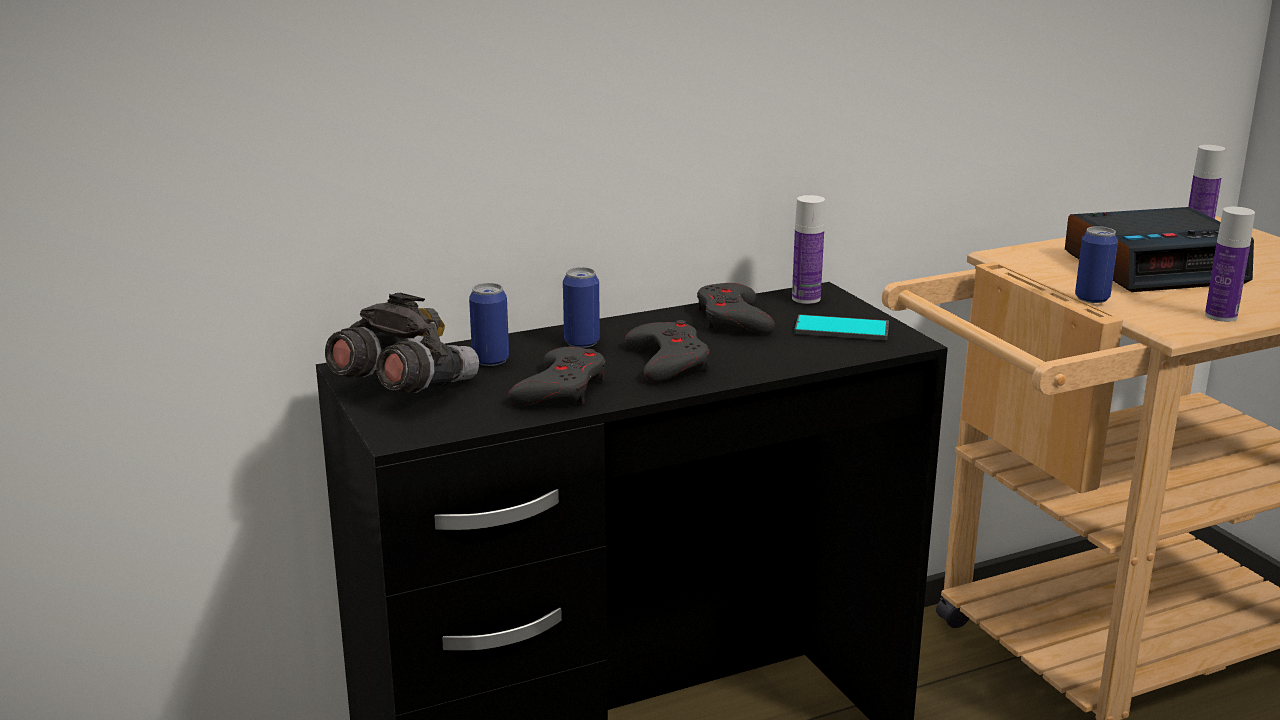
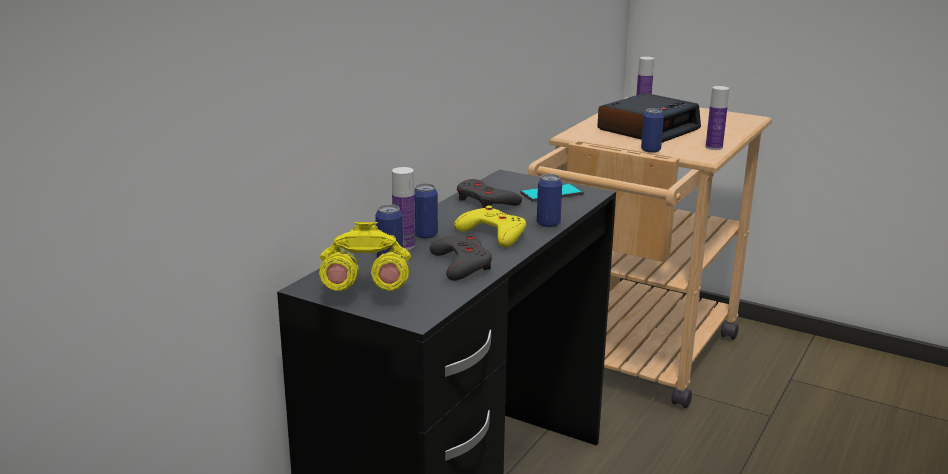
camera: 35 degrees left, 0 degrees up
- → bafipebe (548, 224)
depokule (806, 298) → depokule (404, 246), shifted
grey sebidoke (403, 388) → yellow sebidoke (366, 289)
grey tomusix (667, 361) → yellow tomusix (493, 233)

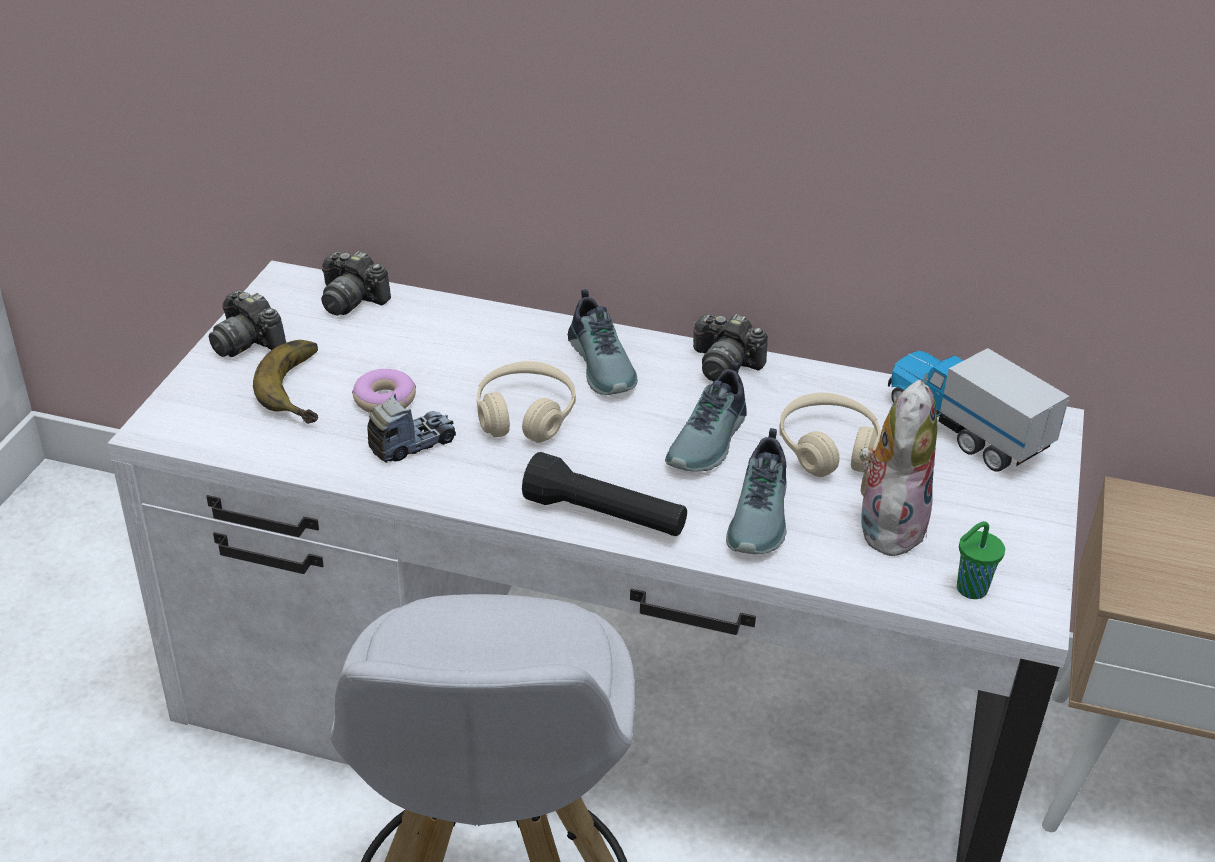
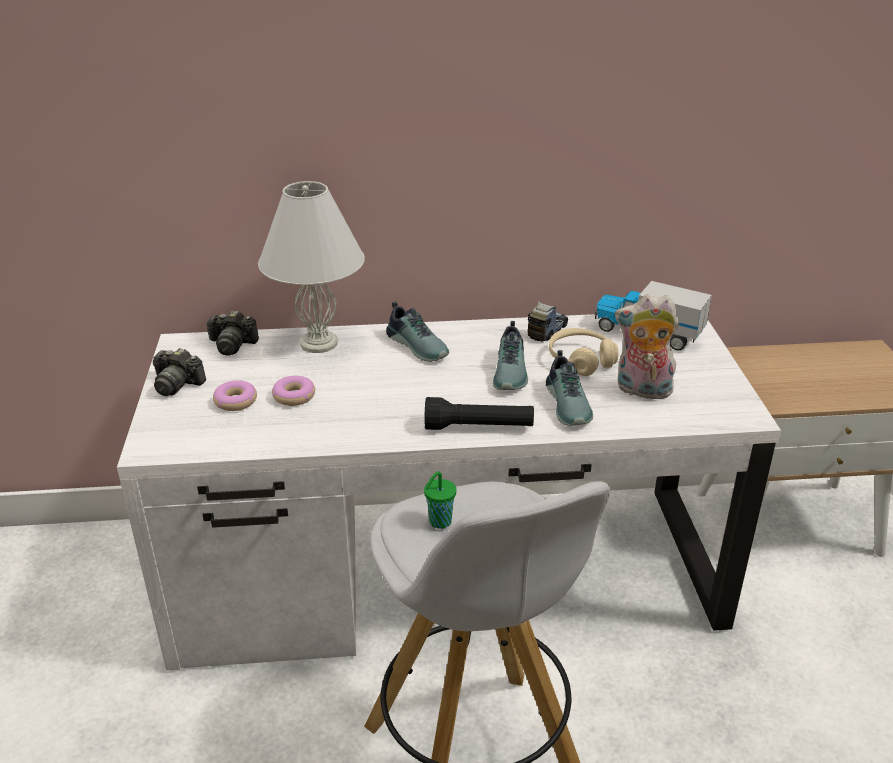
camera: 20 degrees left, 5 degrees down
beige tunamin (525, 415) → -
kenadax (724, 365) → -
- → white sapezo (319, 343)
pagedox (412, 443) → pagedox (547, 331), shifted
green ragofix (969, 589) → green ragofix (439, 522), shifted
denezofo (305, 387) → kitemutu (236, 401)
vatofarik (888, 524) → vatofarik (641, 391), 75 degrees counterclockwise

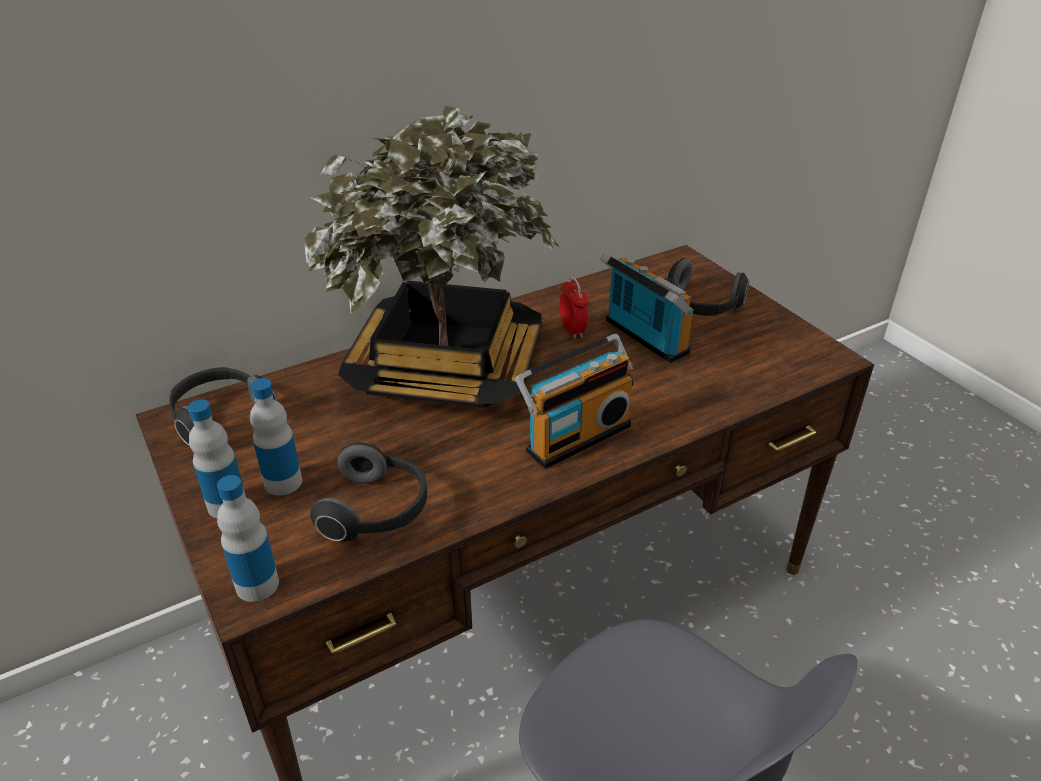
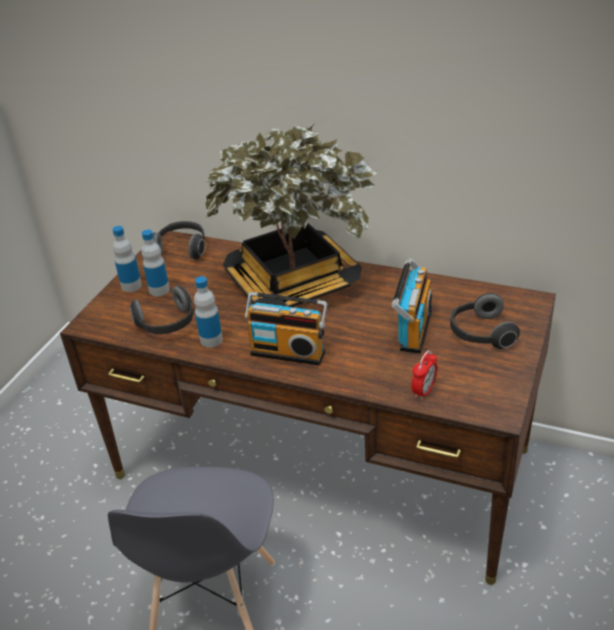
camera: 55 degrees right, 0 degrees up
depokule (257, 584) → depokule (211, 340), shifted
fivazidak (572, 330) → fivazidak (424, 391), shifted

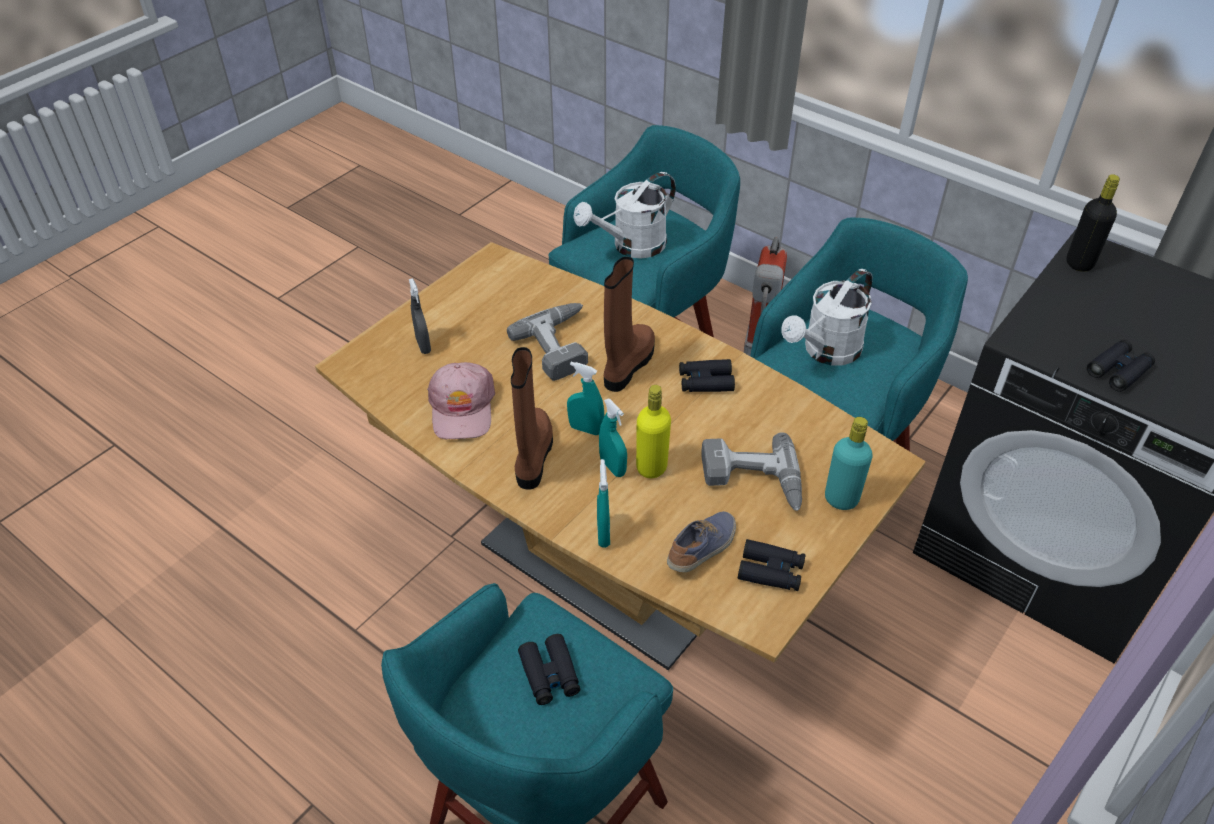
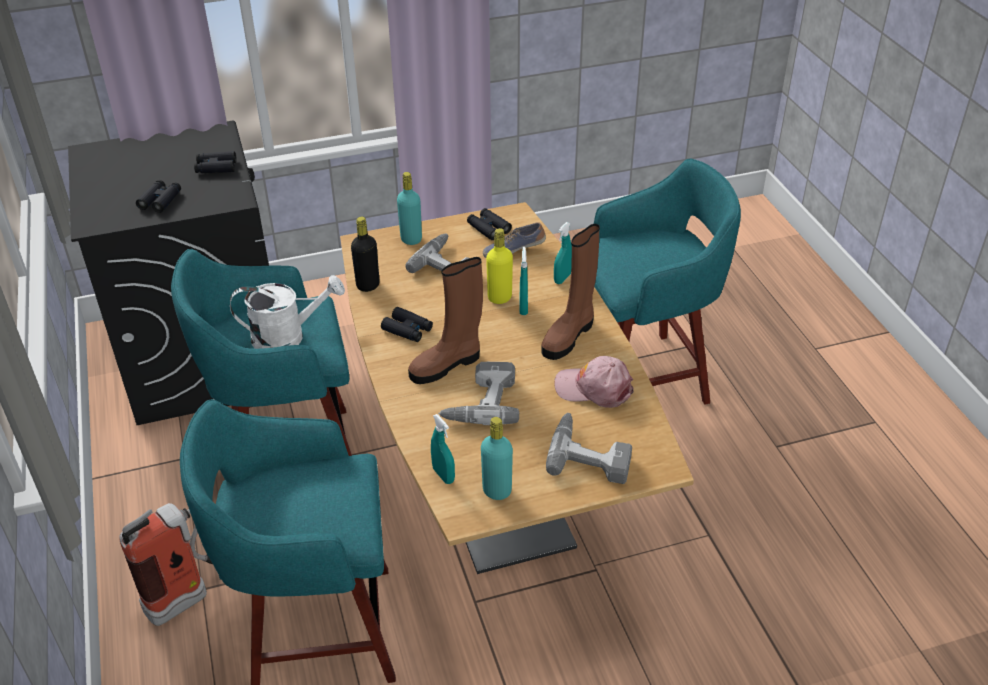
camera: 145 degrees left, 5 degrees down
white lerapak (631, 247) → -
- → turquoise depokule (497, 490)
black sebidoke (550, 674) → black sebidoke (160, 200), shifted
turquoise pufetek (586, 429) → turquoise pufetek (443, 475), shifted
black depokule (1079, 263) → black depokule (368, 285), shifted
grey pufetek (423, 345) → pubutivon (590, 454)
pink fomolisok (462, 408) → pink fomolisok (594, 388), 105 degrees counterclockwise

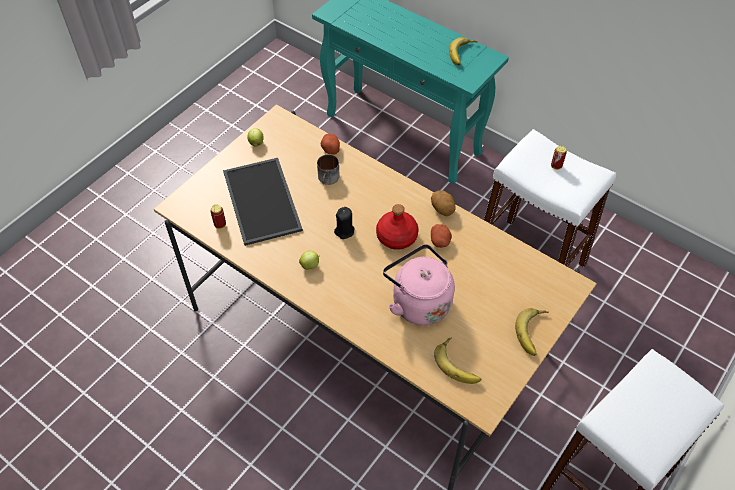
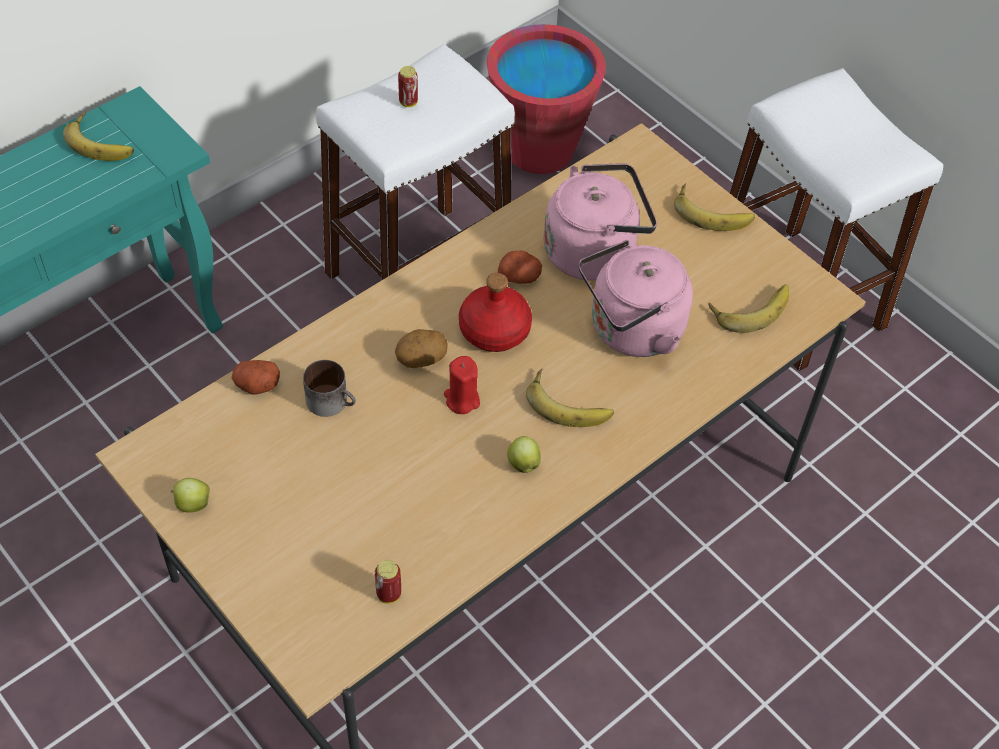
camera: 80 degrees left, 0 degrees up
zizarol (263, 201) → -
- → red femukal (539, 149)
- → denezofo (569, 402)
- → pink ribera (594, 251)
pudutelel (442, 209) → pudutelel (421, 359), shifted
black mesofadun (344, 231) → red mesofadun (462, 399)

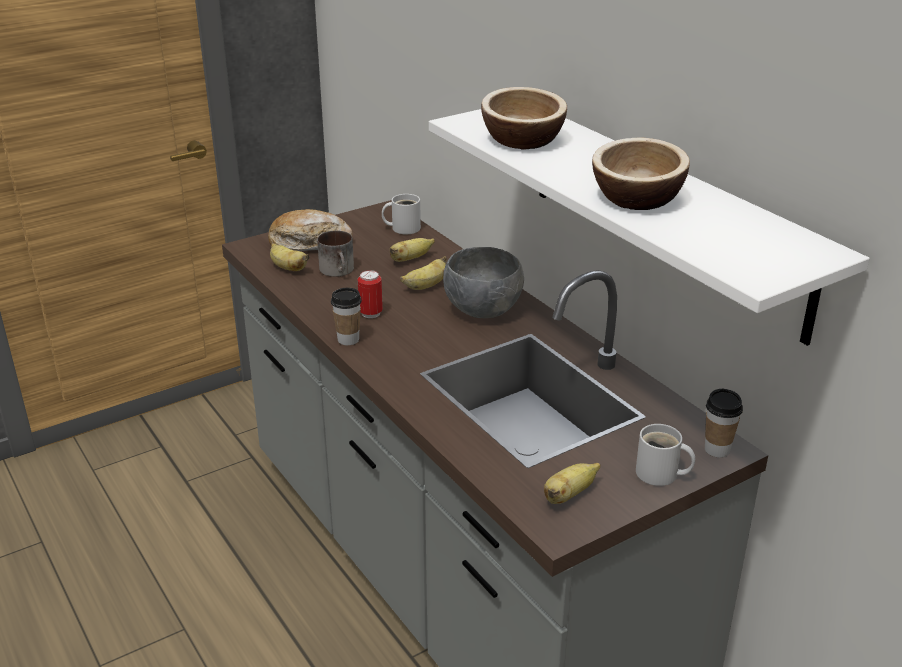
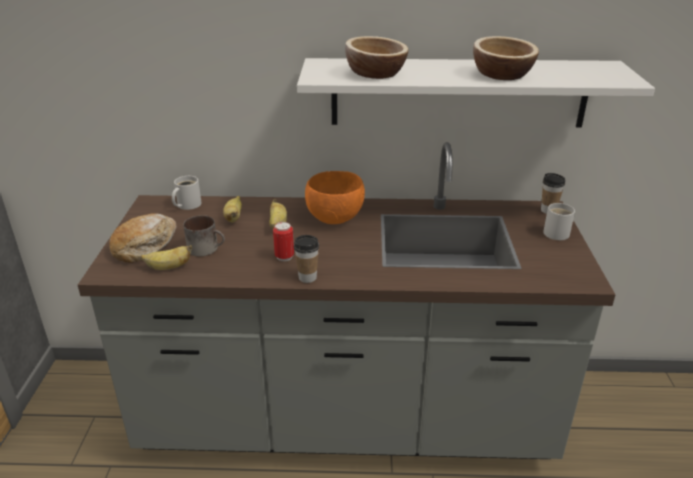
camera: 55 degrees left, 0 degrees up
denezofo (569, 495) → -
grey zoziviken (482, 310) → orange zoziviken (334, 218)

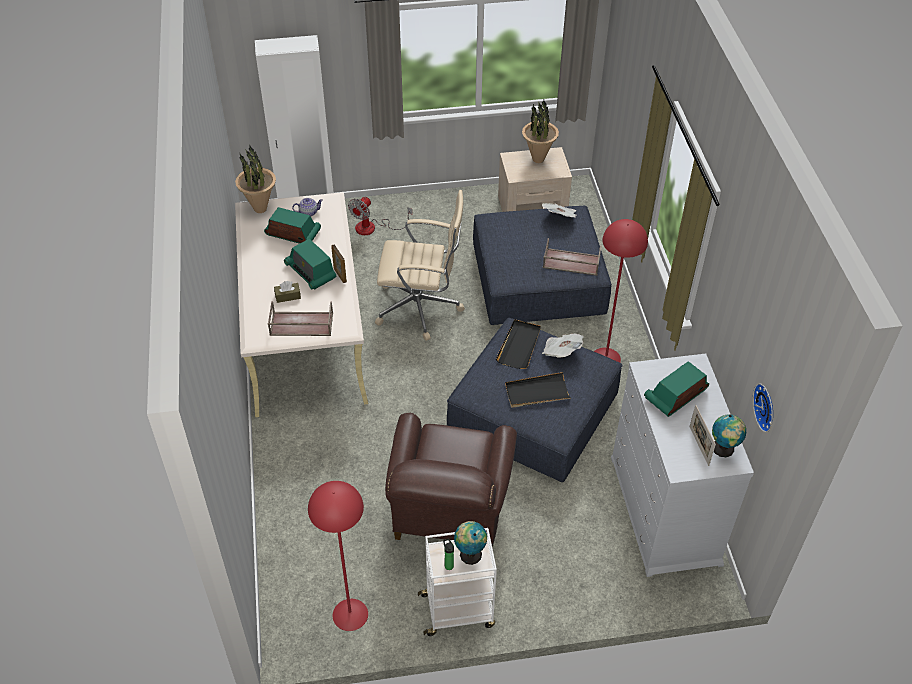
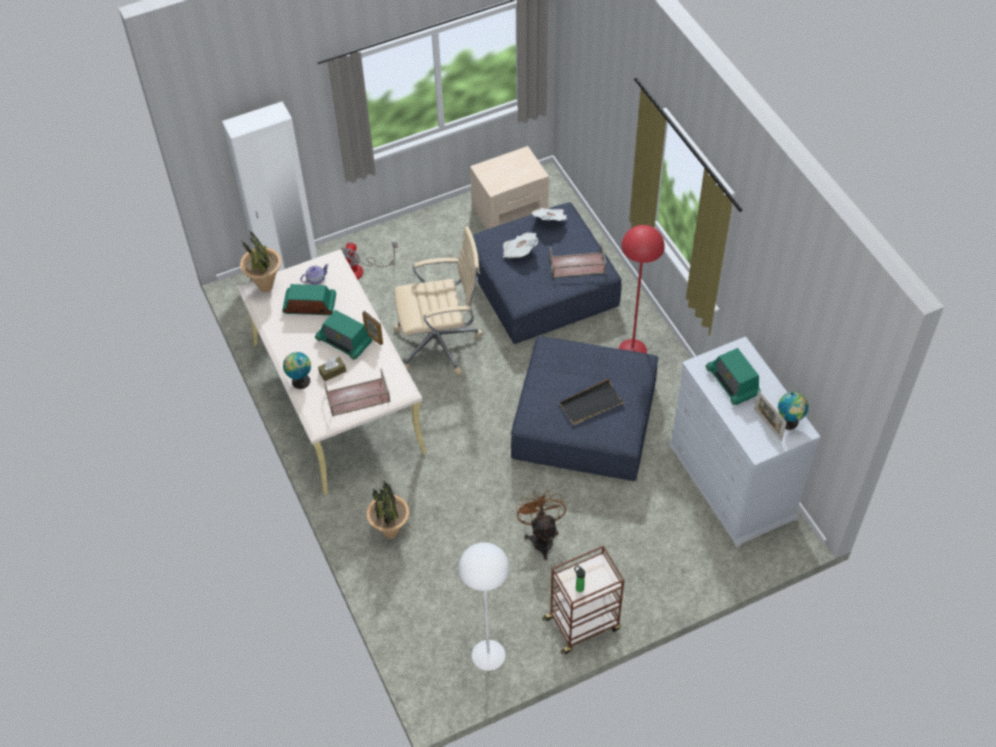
camera: 15 degrees left, 5 degrees up
black zizarol (519, 345) → -
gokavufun (766, 407) → -
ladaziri (469, 553) → ladaziri (300, 380), shifted
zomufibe (538, 159) → zomufibe (391, 533), shifted
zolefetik (561, 352) → zolefetik (519, 252), shifted
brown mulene (448, 513) → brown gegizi (541, 537)
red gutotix (350, 615) → white gutotix (488, 655)
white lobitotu (458, 610) → brown lobitotu (583, 623)
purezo (675, 395) → purezo (732, 382), 60 degrees counterclockwise

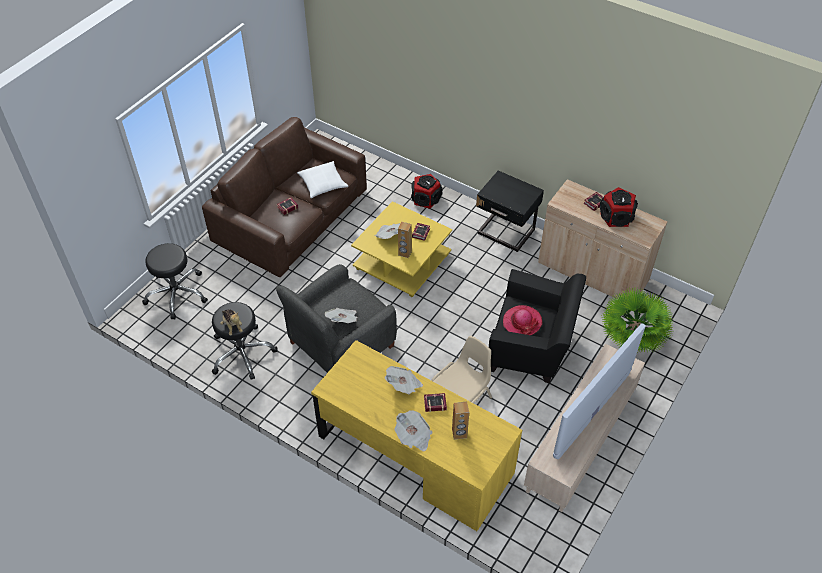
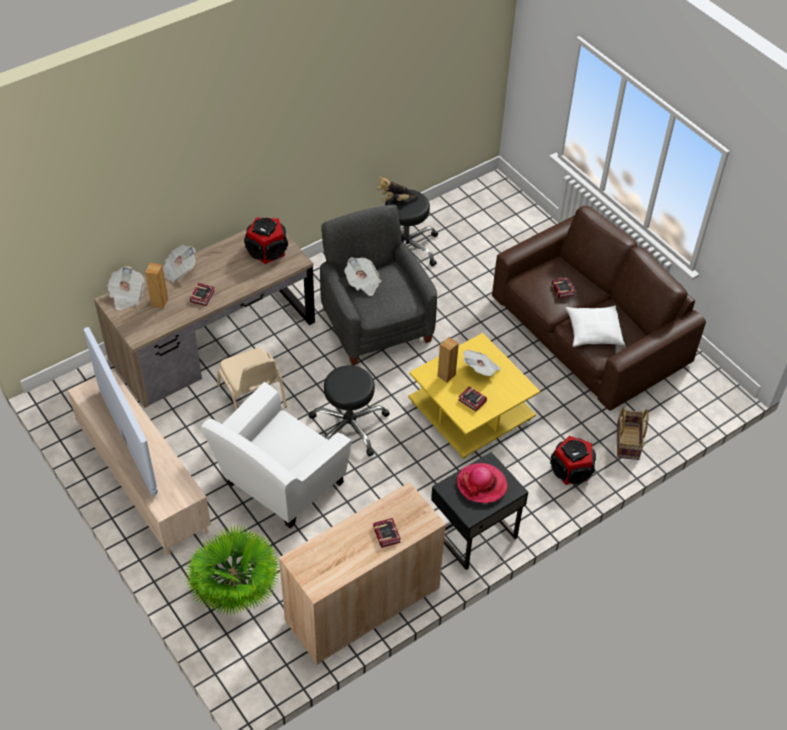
camera: 110 degrees right, 0 degrees up
- → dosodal (628, 442)
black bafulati (176, 294) → black bafulati (348, 426), shifted
zolefetik (404, 385) → zolefetik (126, 296), shifted
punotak (522, 322) → punotak (481, 484), shifted
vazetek (616, 217) → vazetek (267, 251), shifted
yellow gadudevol (414, 455) → brown gadudevol (213, 340)
black mulene (531, 350) → white mulene (279, 485)

